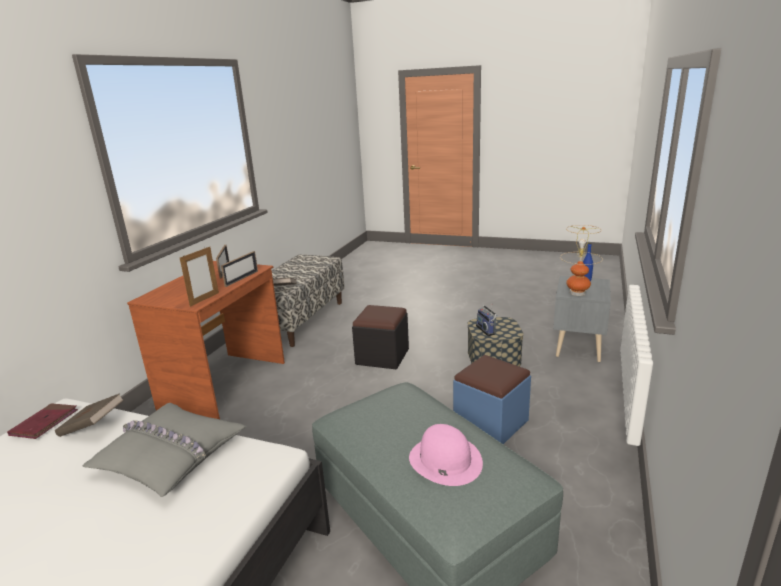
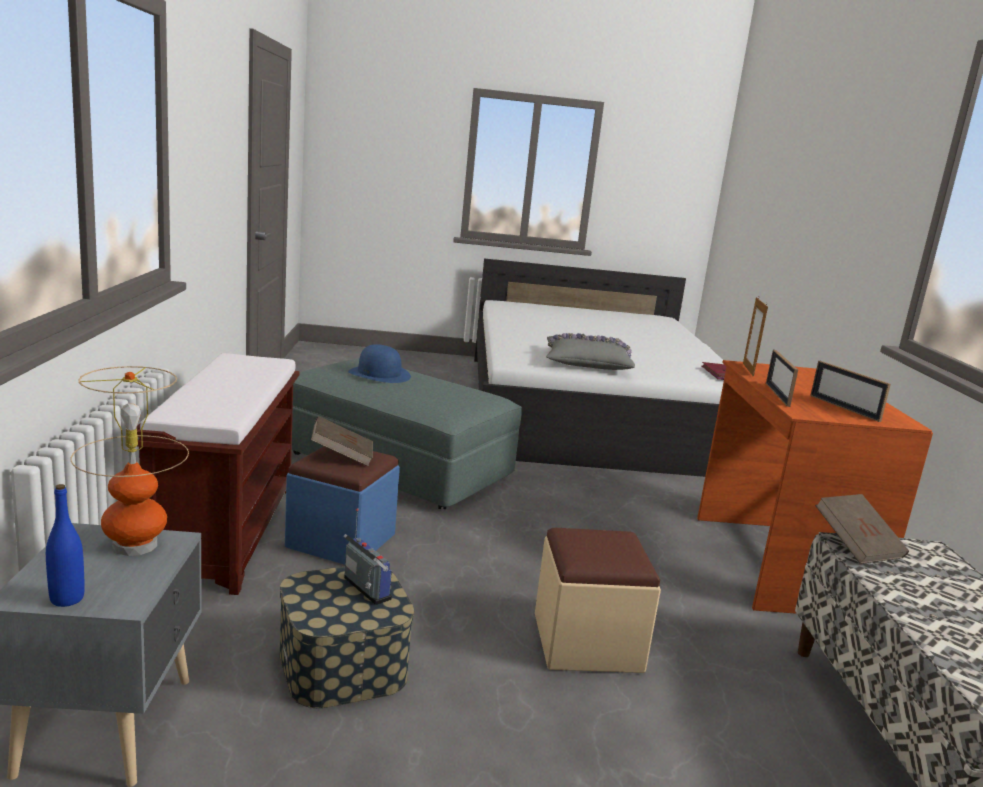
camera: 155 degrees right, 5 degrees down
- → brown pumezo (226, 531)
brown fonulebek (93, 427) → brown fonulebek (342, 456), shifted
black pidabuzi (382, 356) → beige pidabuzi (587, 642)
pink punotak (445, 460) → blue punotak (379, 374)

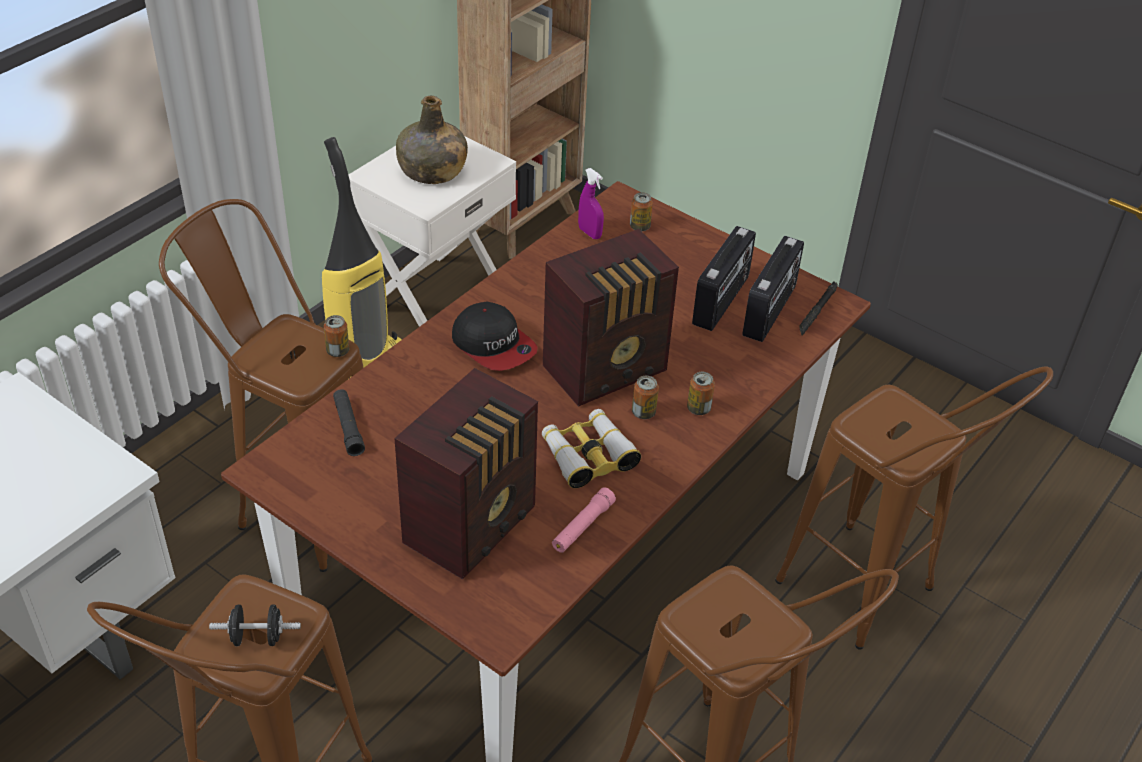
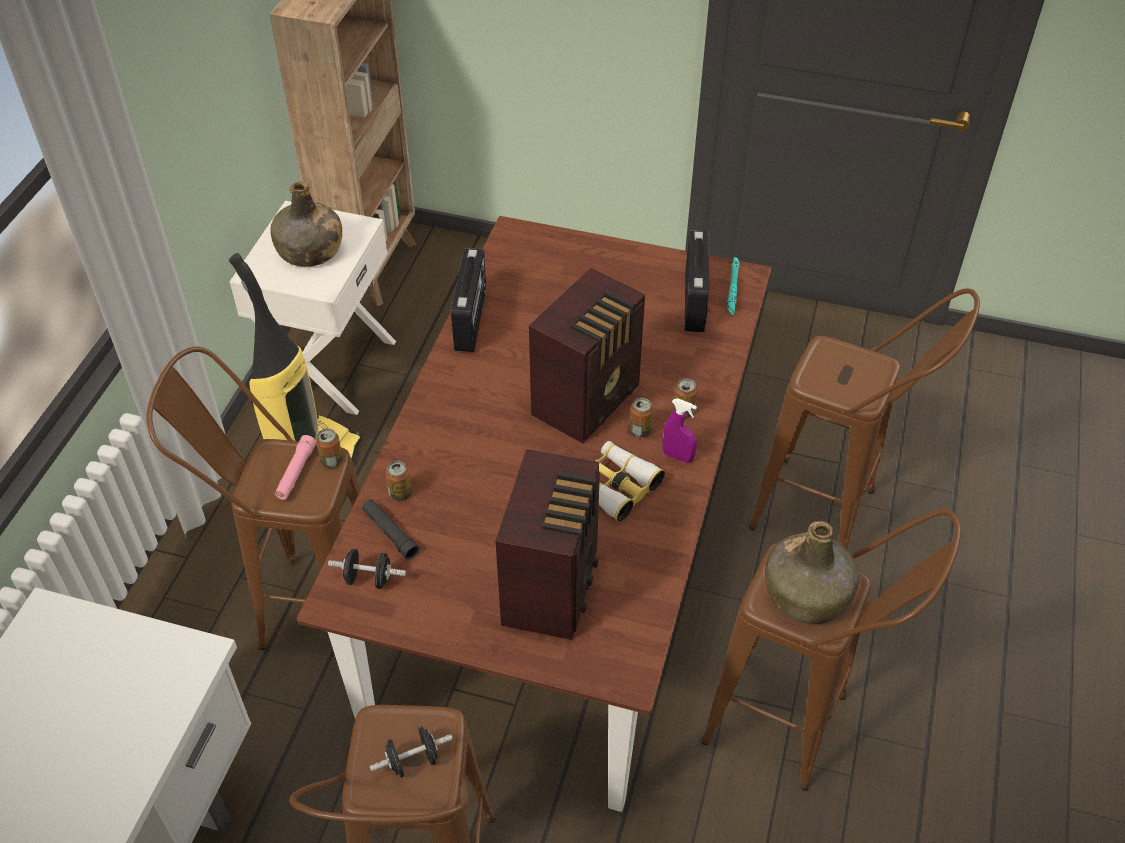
camera: 20 degrees left, 5 degrees up
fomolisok (494, 345) → -
- → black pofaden (368, 579)
- → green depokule (807, 595)
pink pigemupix (582, 526) → pink pigemupix (296, 472), shifted
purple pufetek (590, 233) → purple pufetek (677, 456), shifted
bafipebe (640, 226) → bafipebe (400, 493), shifted
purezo (722, 301) → purezo (471, 320), shifted
black pigemupix (817, 311) → turquoise pigemupix (733, 288)

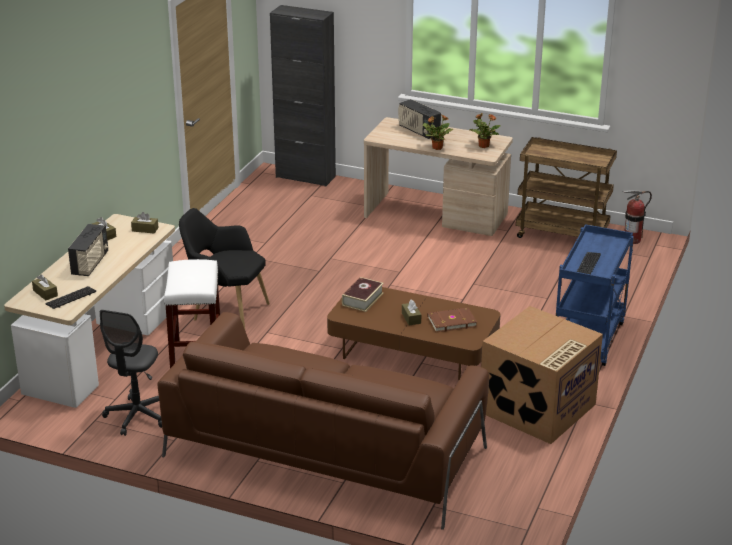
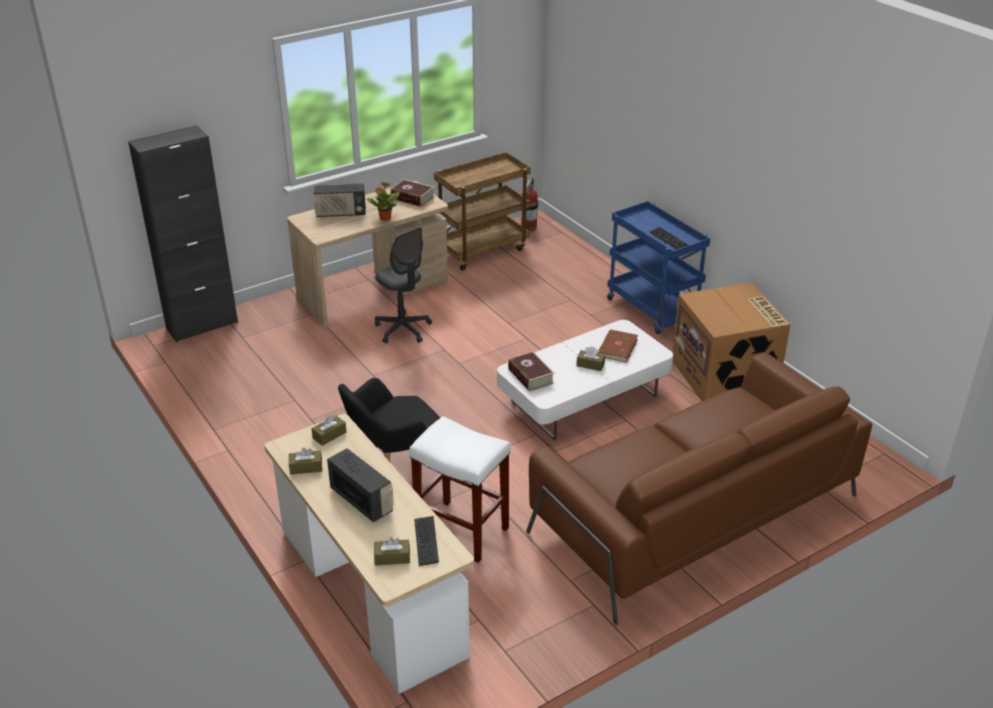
camera: 55 degrees left, 5 degrees up
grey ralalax (137, 416) → grey ralalax (403, 329), shifted
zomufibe (483, 146) → fonulebek (412, 198)
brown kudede (413, 353) → white kudede (584, 399)

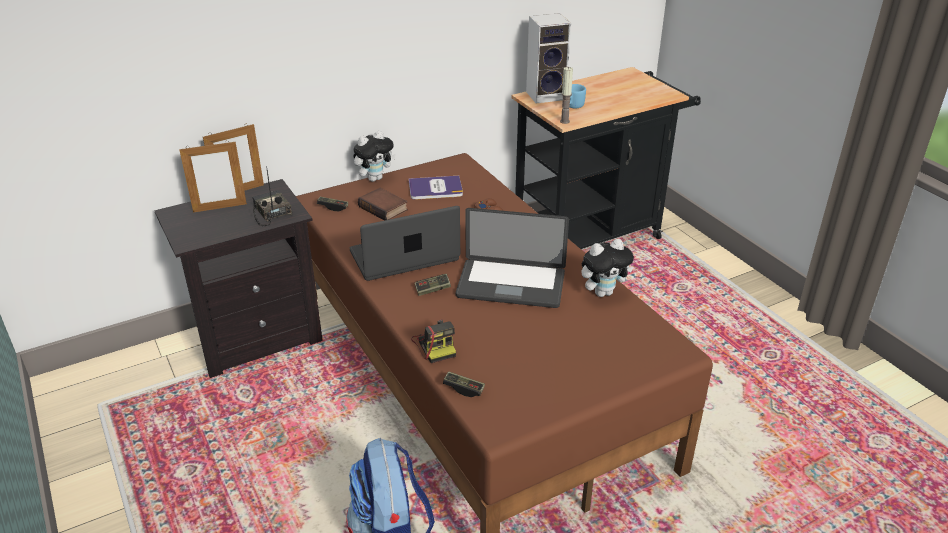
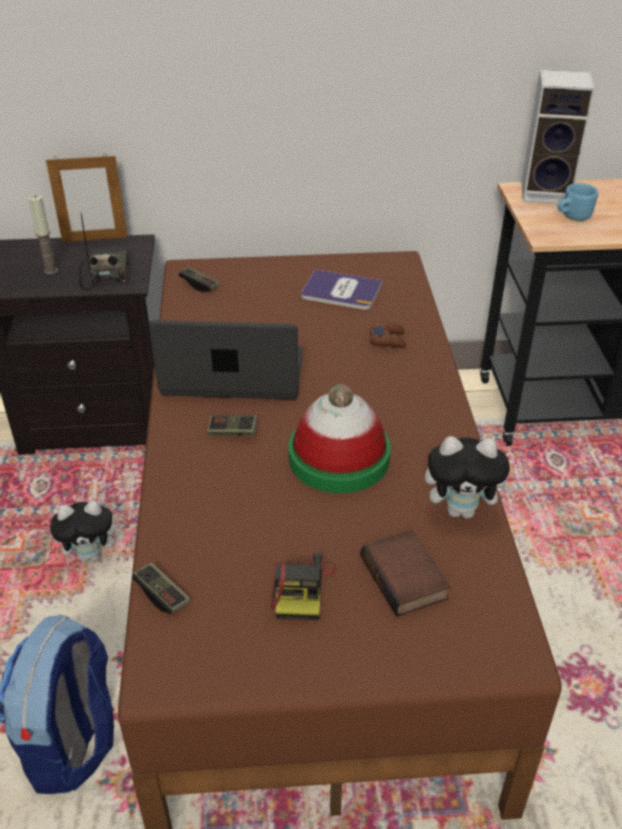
camera: 25 degrees right, 5 degrees up
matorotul (220, 208) → -
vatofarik (375, 178) → vatofarik (92, 555), shifted
fonulebek (384, 208) → fonulebek (406, 579), shifted
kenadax (435, 345) → kenadax (301, 588), shifted
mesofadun (564, 121) → mesofadun (51, 270), shifted
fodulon (511, 285) → punotak (339, 457)

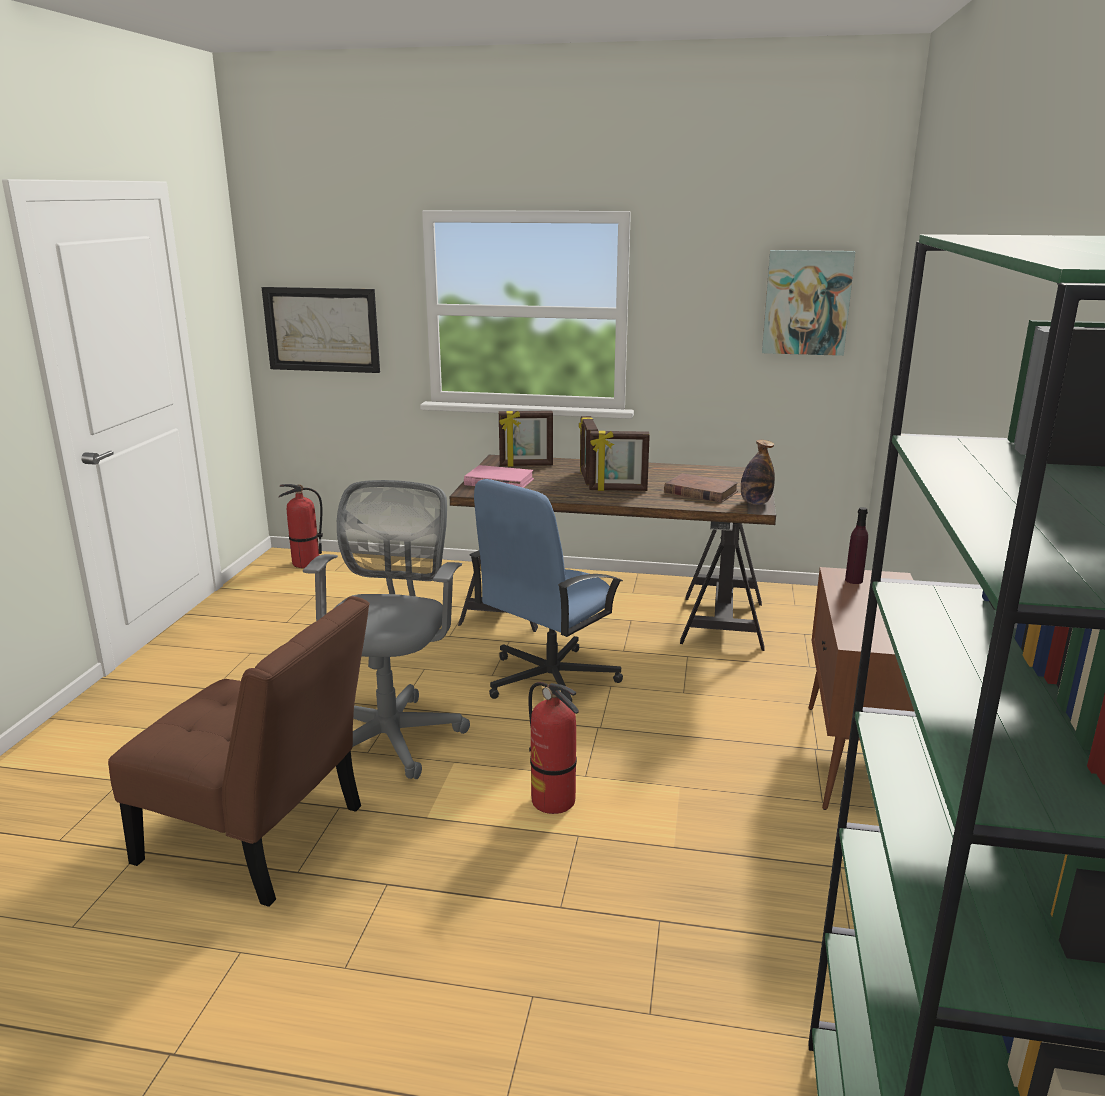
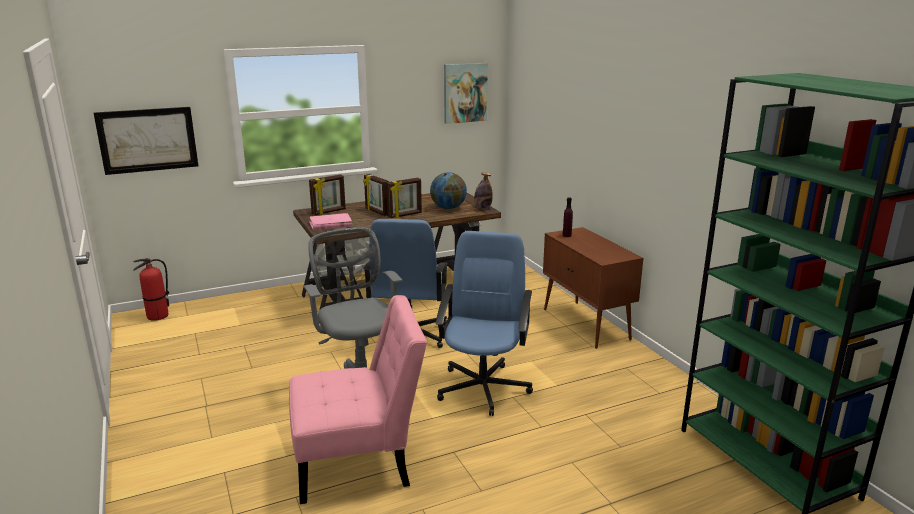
camera: 35 degrees left, 0 degrees up
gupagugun (554, 801) → blue ralalax (483, 387)
brown fonulebek (700, 492) → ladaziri (448, 208)
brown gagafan (261, 839) → pink gagafan (359, 462)

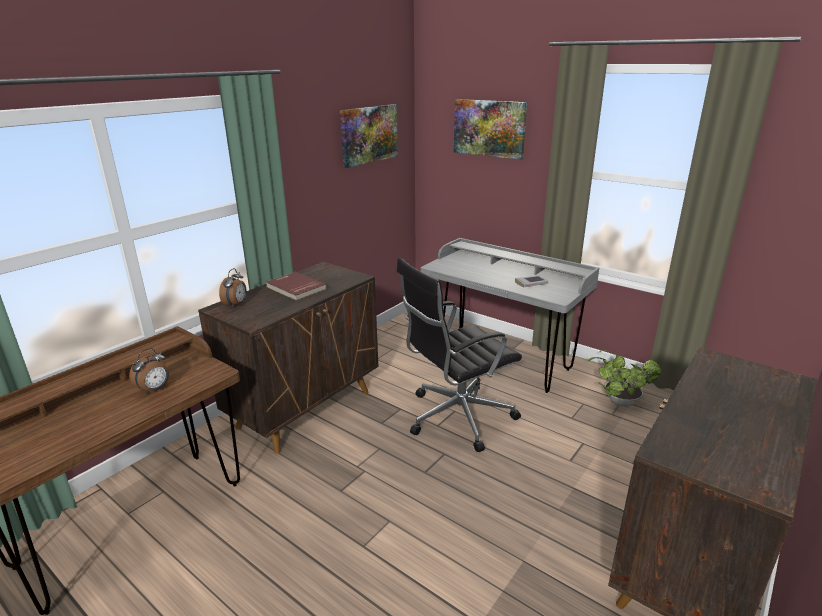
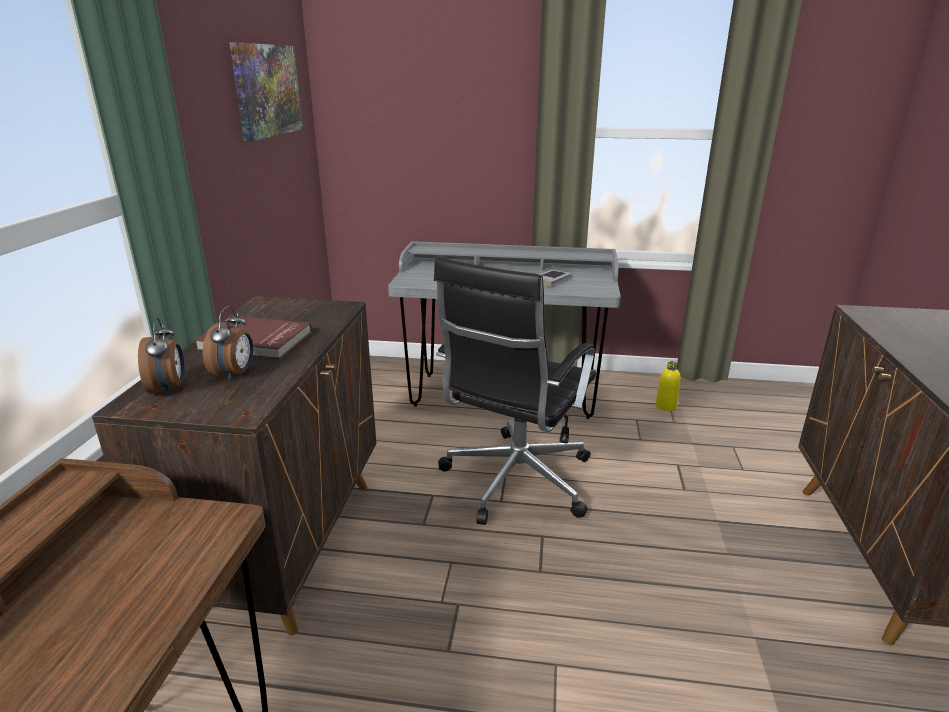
camera: 30 degrees left, 0 degrees up
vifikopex (489, 128) → -
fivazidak (154, 389) → fivazidak (235, 374), shifted
zomufibe (618, 401) → yellow depokule (666, 406)

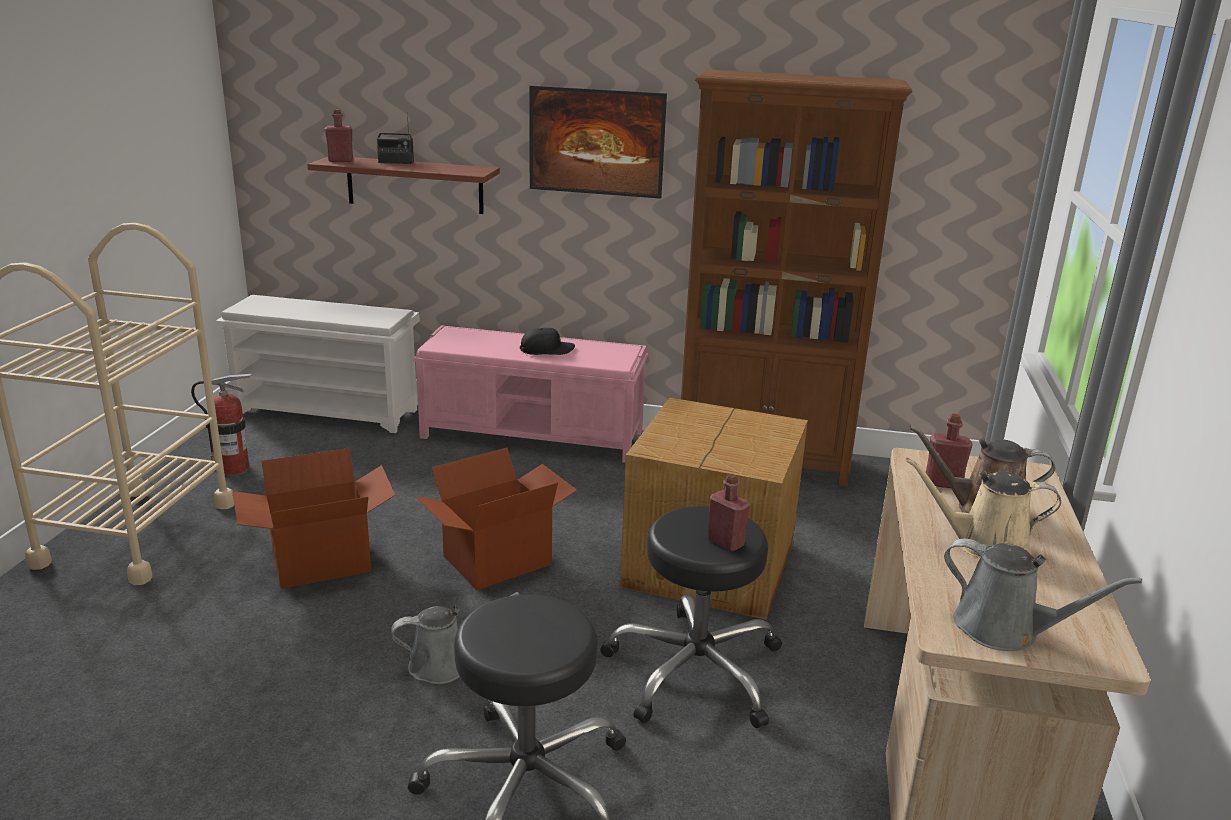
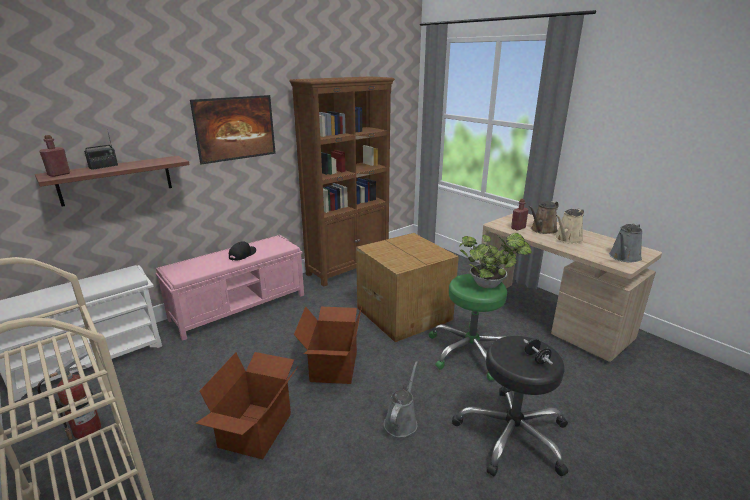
camera: 50 degrees left, 0 degrees up
- → black pofaden (536, 359)
red depokule (726, 542) → zomufibe (489, 284)
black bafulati (695, 670) → green bafulati (470, 351)
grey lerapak (1004, 630) → grey lerapak (624, 257), 150 degrees clockwise

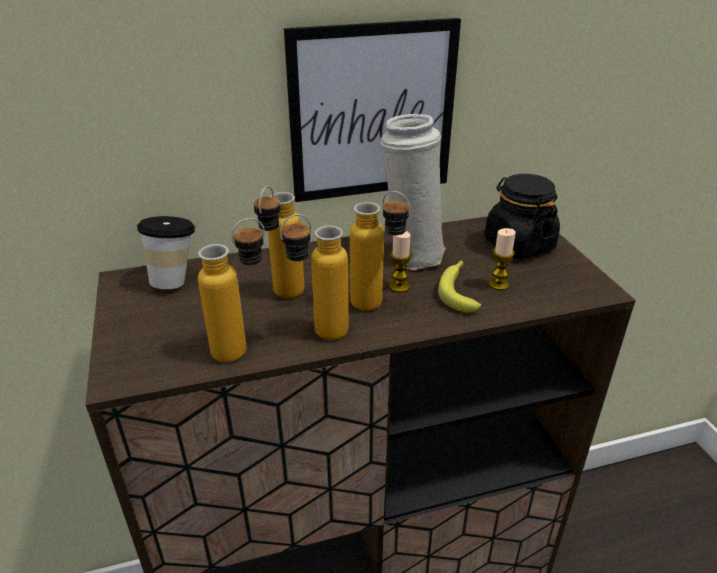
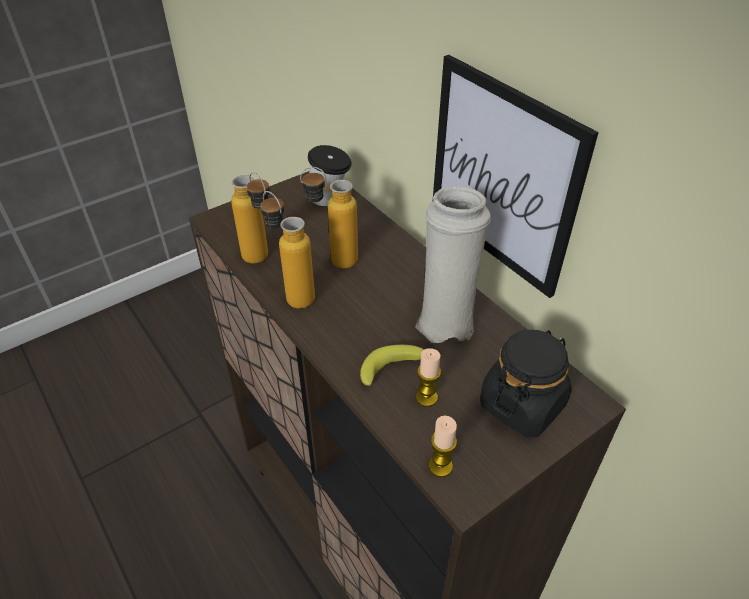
camera: 70 degrees right, 10 degrees up
depokule (378, 307) → -
mesofadun (399, 286) → mesofadun (440, 466), shifted

